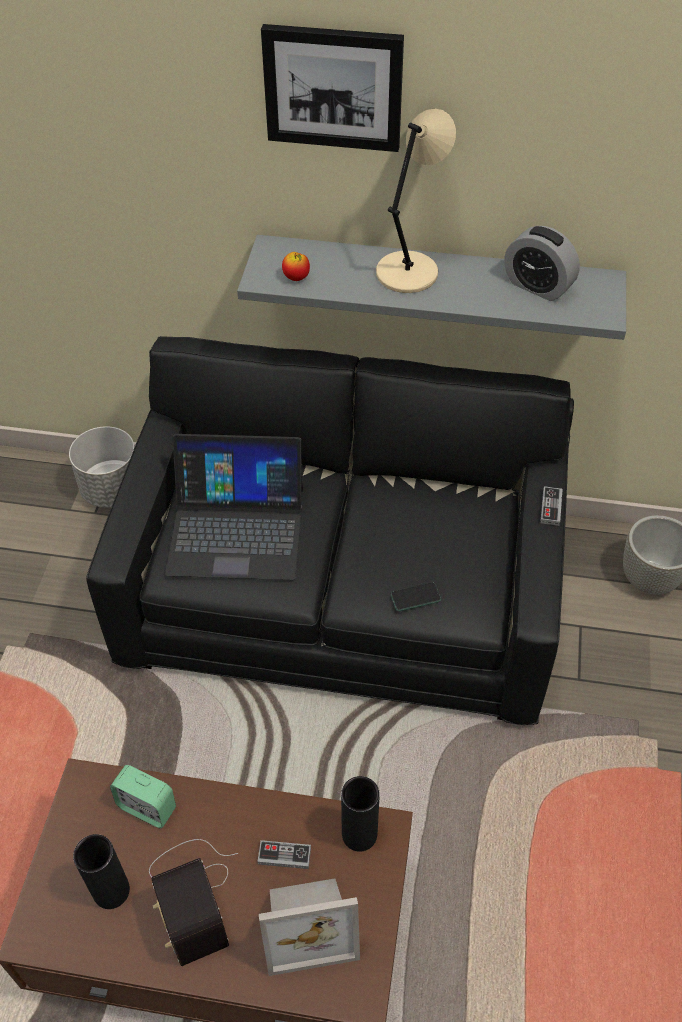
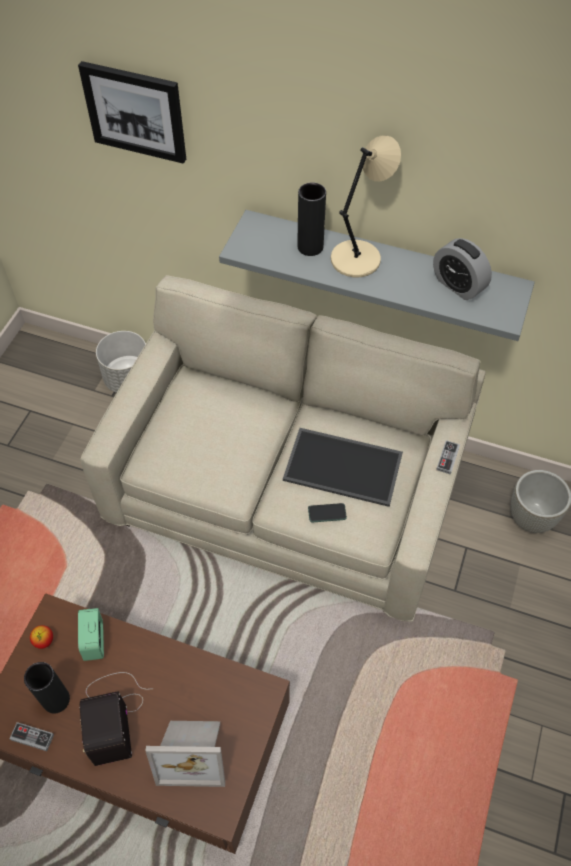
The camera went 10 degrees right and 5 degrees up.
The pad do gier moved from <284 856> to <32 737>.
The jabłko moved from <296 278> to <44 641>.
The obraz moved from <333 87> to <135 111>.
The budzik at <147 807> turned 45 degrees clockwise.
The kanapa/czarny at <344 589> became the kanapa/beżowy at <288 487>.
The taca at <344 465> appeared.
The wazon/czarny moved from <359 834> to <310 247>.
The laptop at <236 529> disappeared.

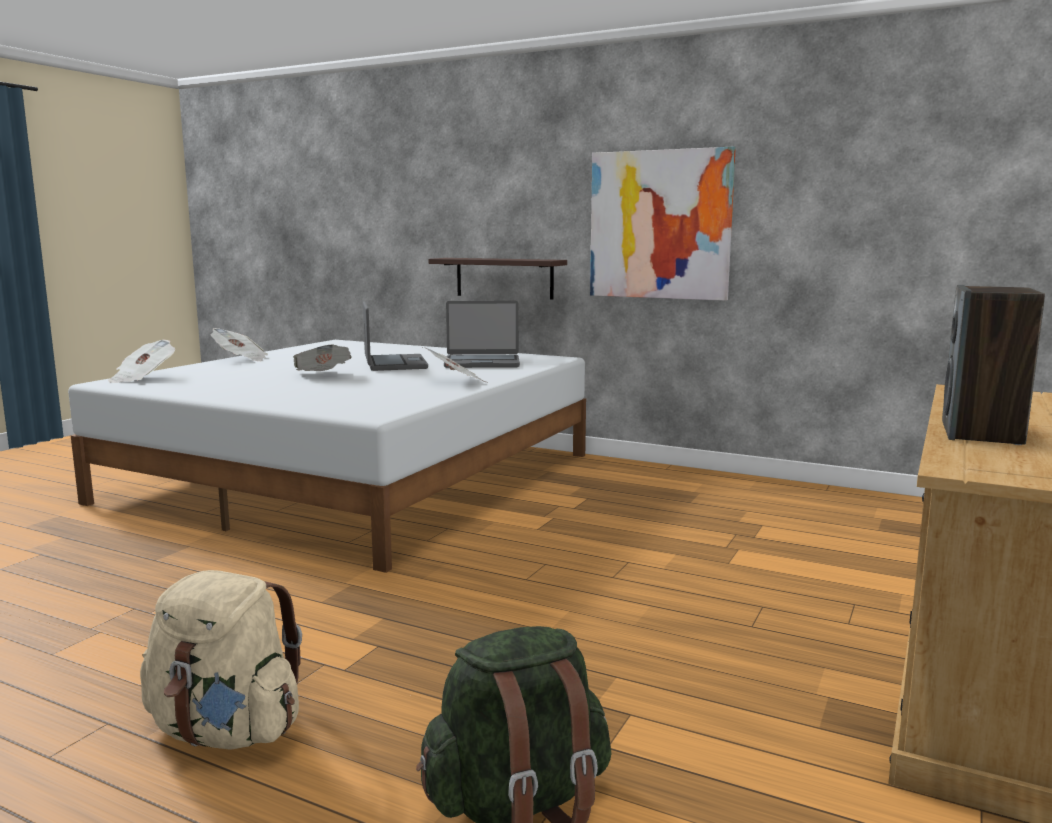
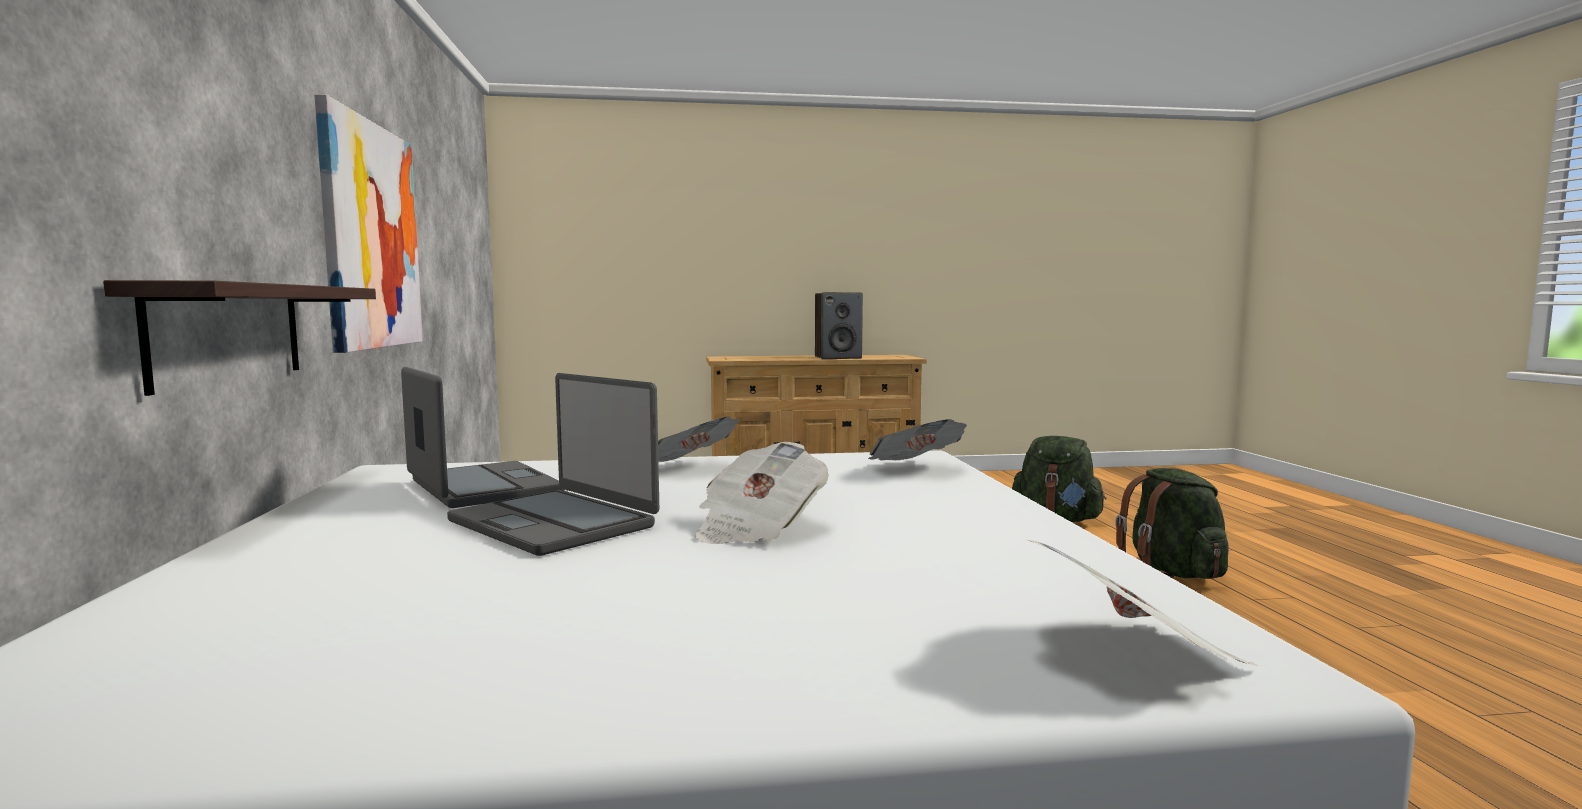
The camera went 125 degrees left and 5 degrees down.
The laptop at <394 364> turned 90 degrees counterclockwise.
The gazeta moved from <241 359> to <915 469>.
The plecak/beżowy at <227 731> became the plecak/zielony at <1172 572>.

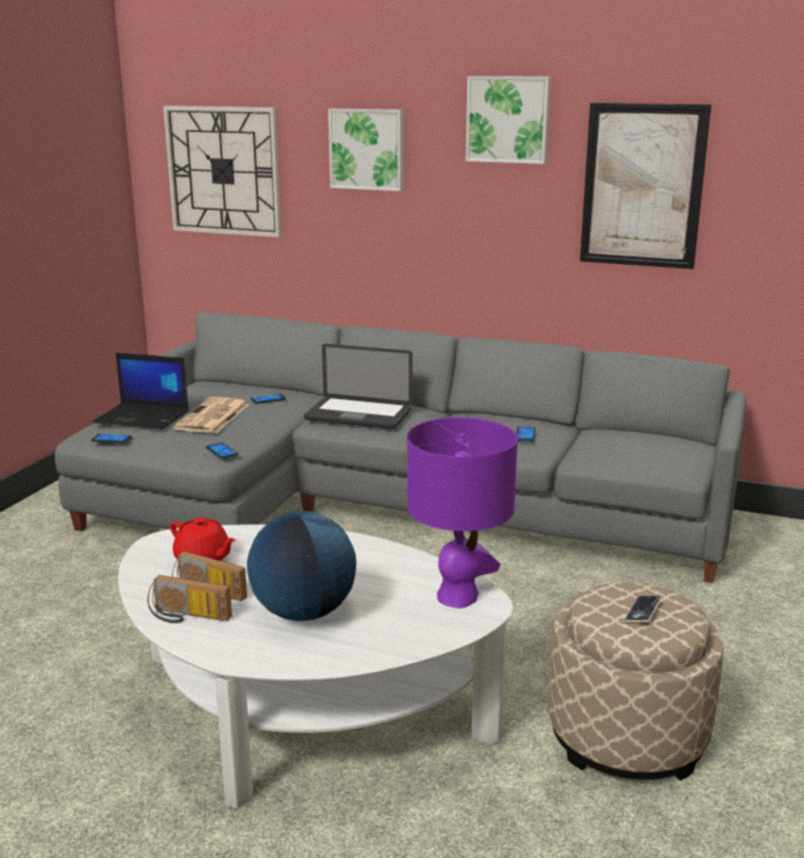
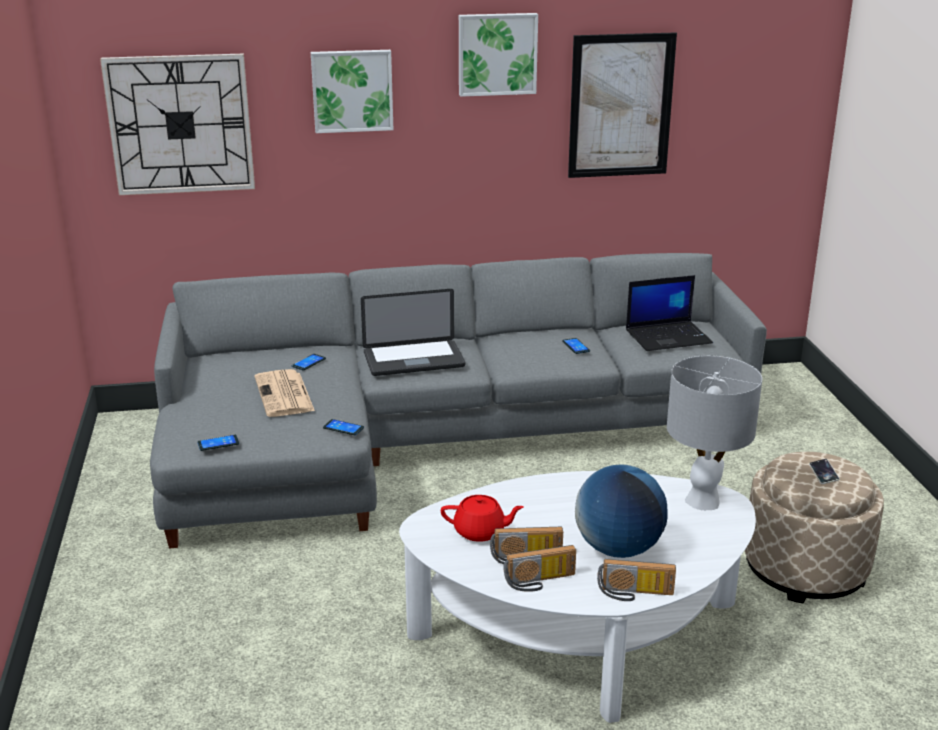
The camera went 30 degrees left and 5 degrees up.
The radio at <634 594> appeared.
The laptop moved from <143 417> to <669 336>.
The lampa stołowa/fioletowy at <458 596> became the lampa stołowa/szary at <703 500>.

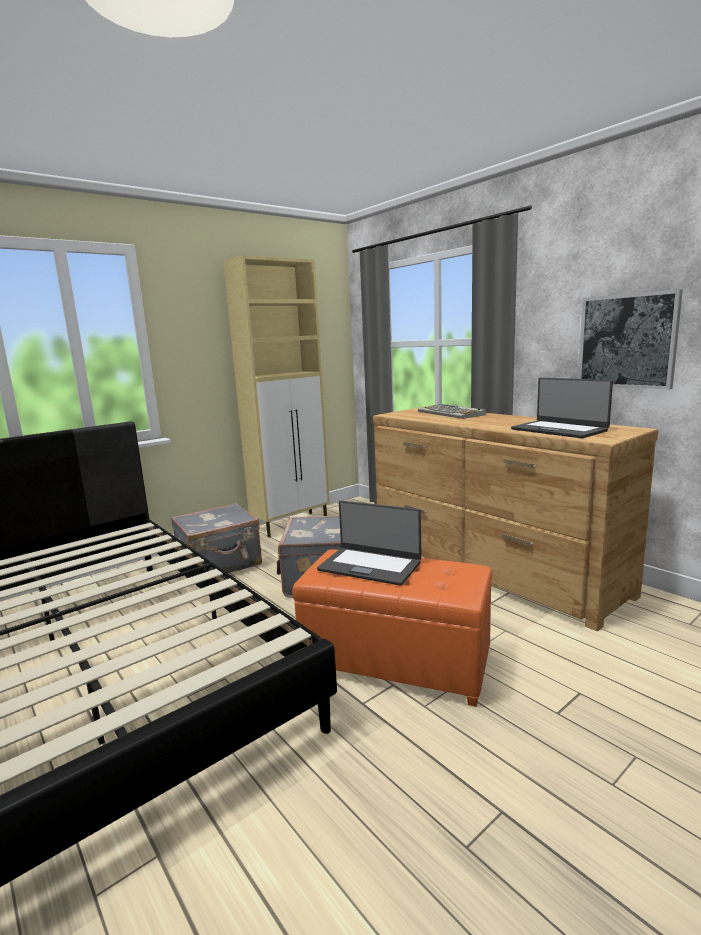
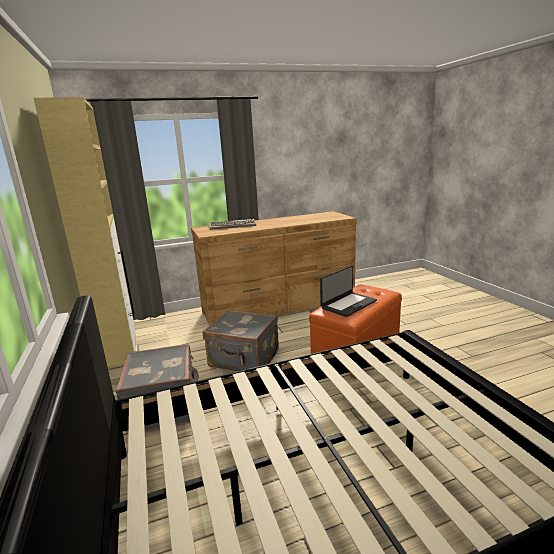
The camera went 70 degrees left and 5 degrees up.
The laptop at <559 430> disappeared.
The obraz at <627 341> disappeared.

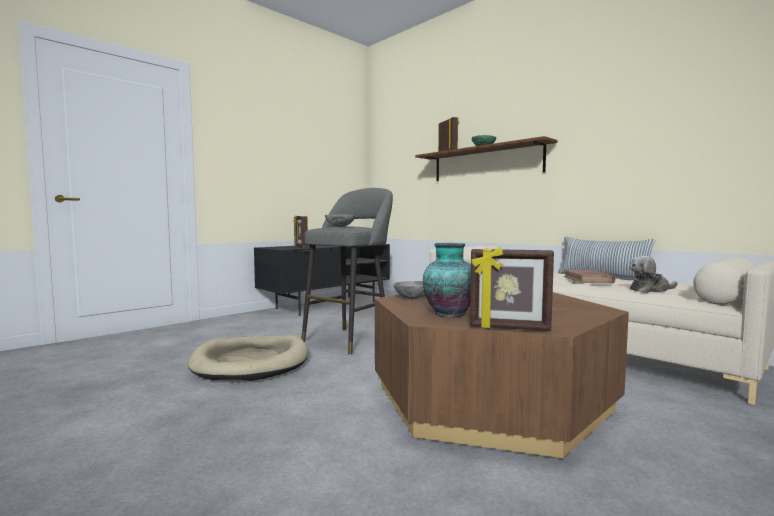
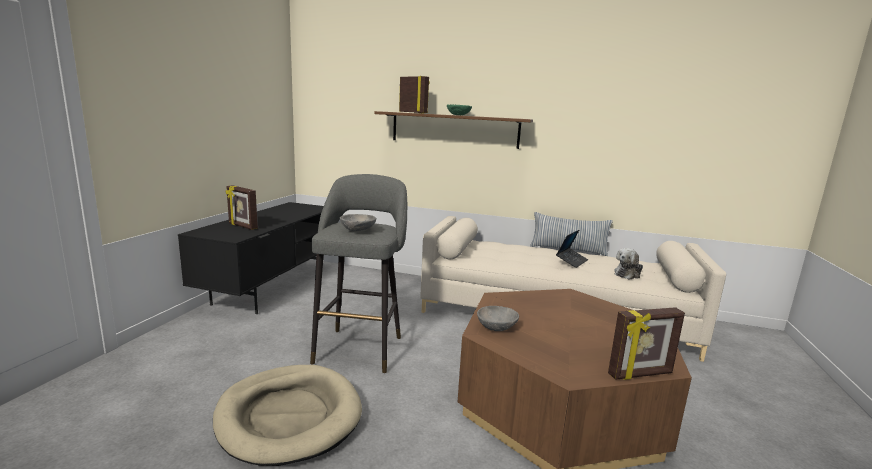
The camera went 30 degrees left and 10 degrees up.
The książka/brązowy at <587 280> was replaced by the laptop at <571 261>.
The wazon at <448 314> disappeared.

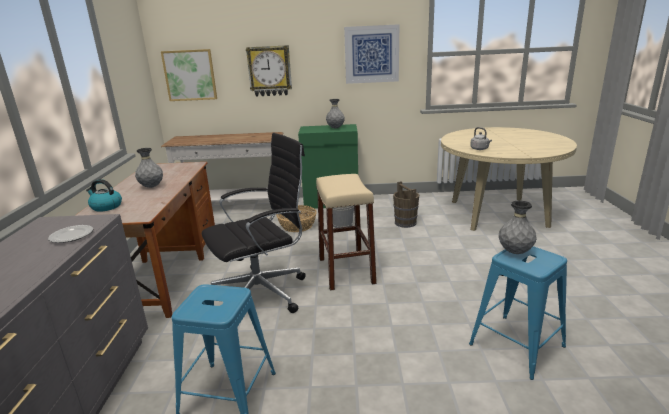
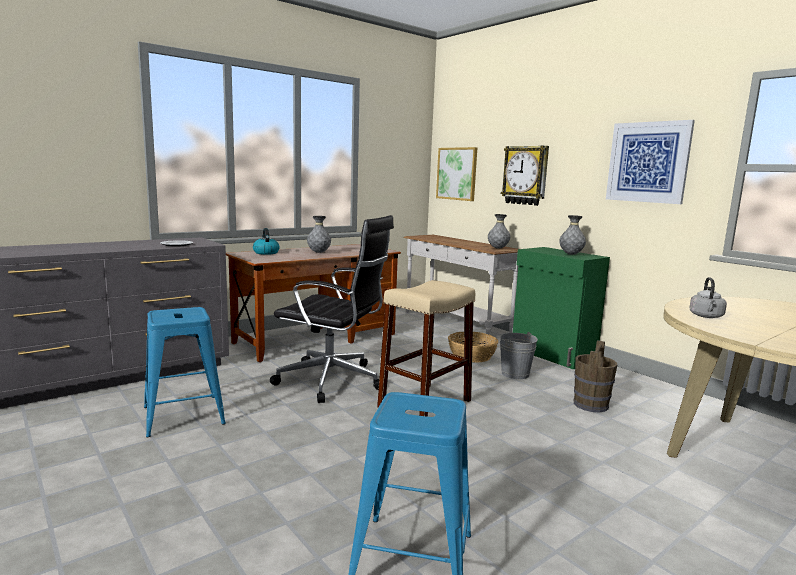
The camera went 50 degrees right and 10 degrees down.
The wazon/szary moved from <515 252> to <498 248>.

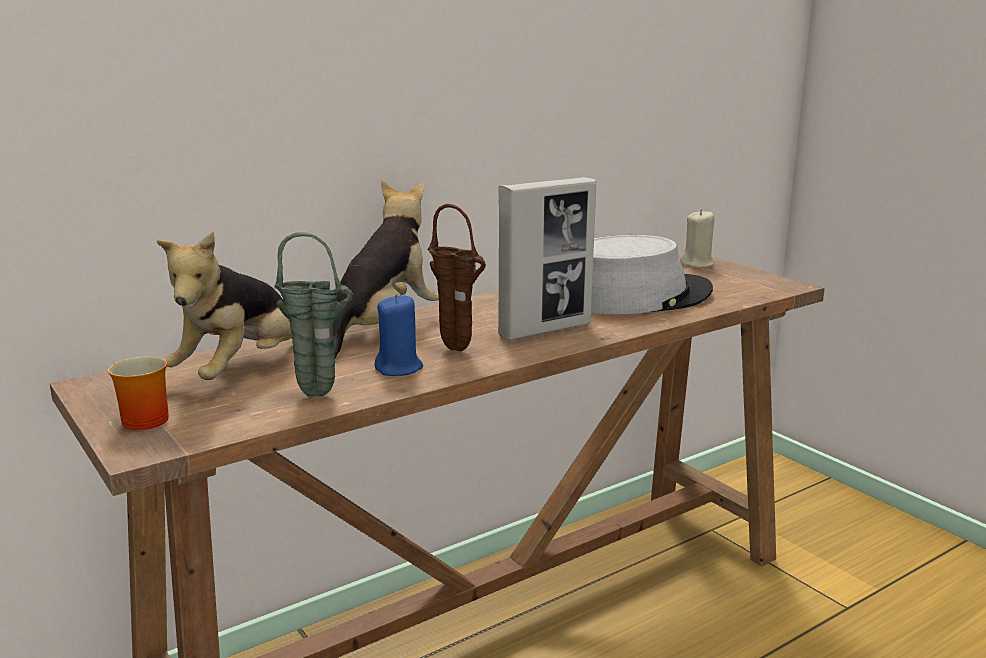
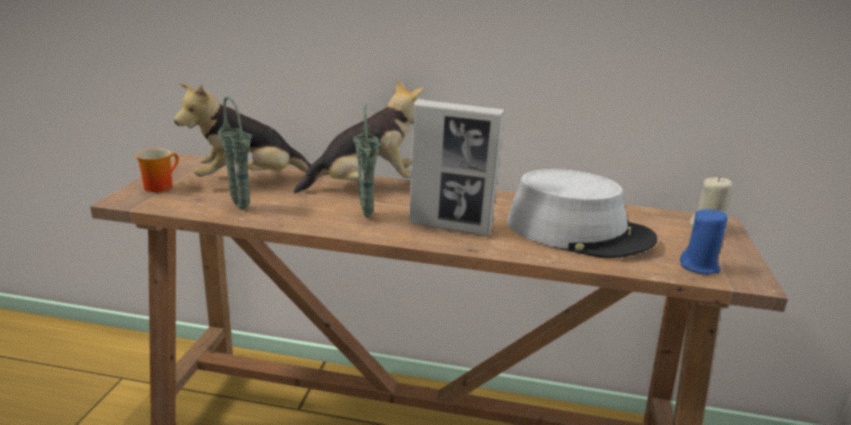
The camera went 45 degrees right and 5 degrees up.
The wazon/brązowy at <459 351> became the wazon/zielony at <367 217>.
The świeca/niebieski moved from <399 368> to <699 266>.

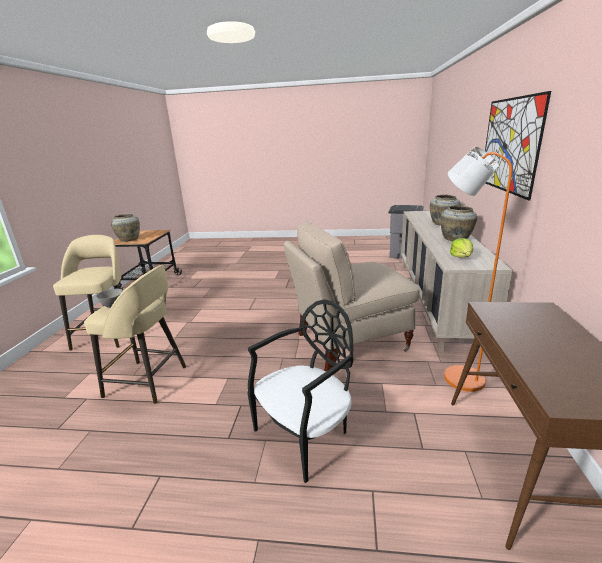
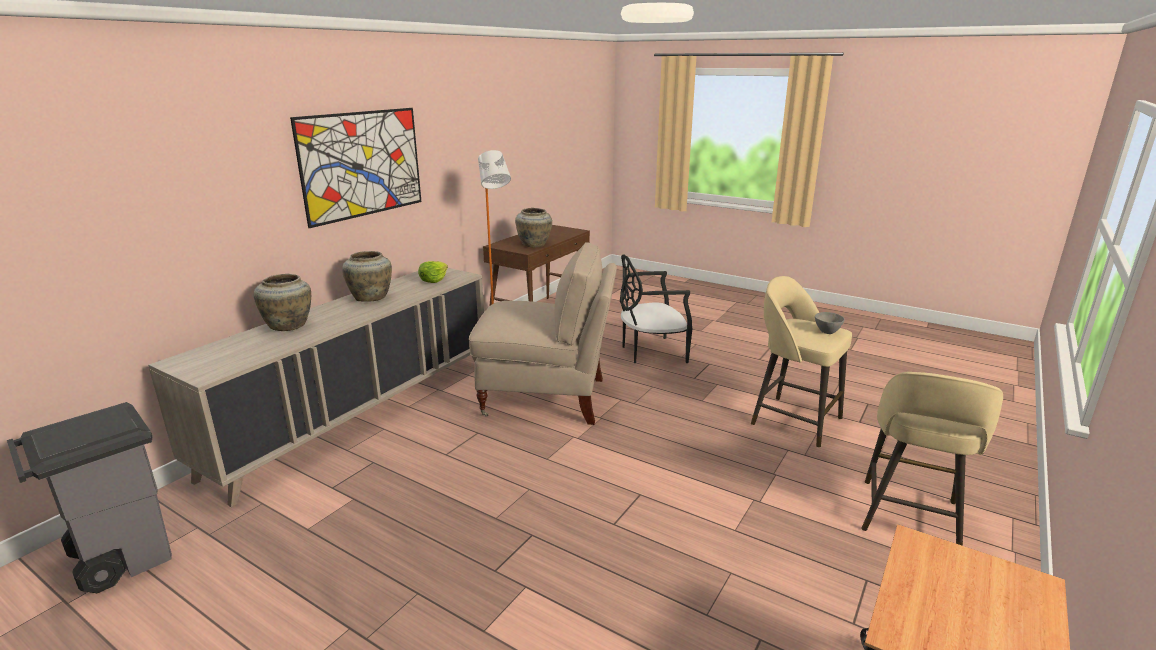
The camera went 155 degrees left and 0 degrees up.
The wazon/beżowy moved from <129 240> to <534 245>.

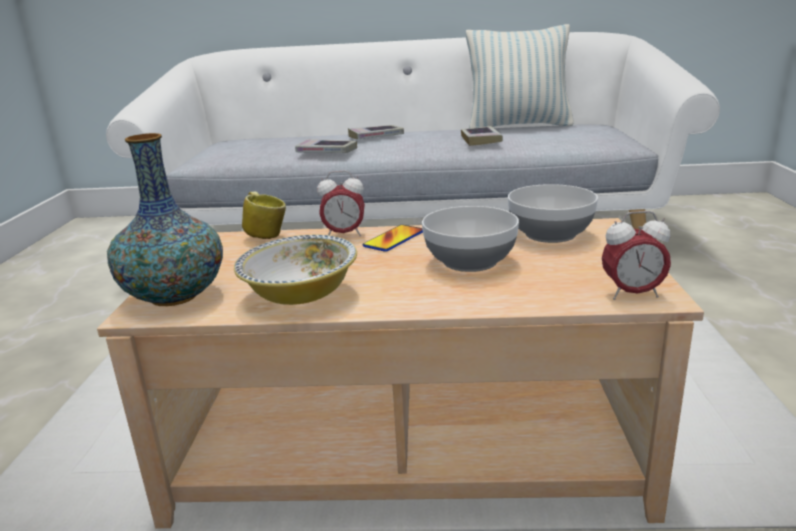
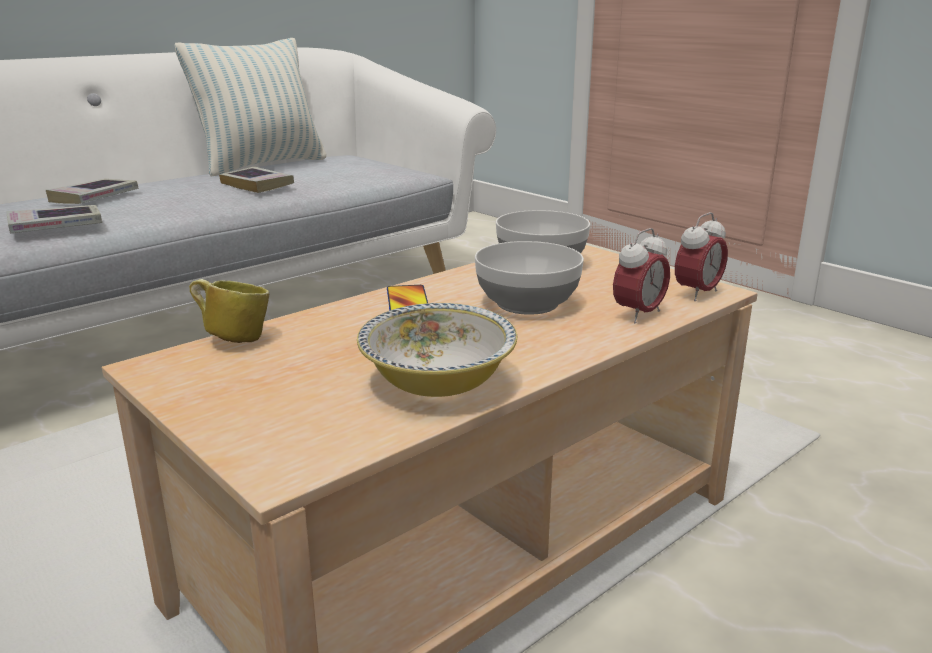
The camera went 45 degrees left and 0 degrees up.
The budzik moved from <344 235> to <638 315>.
The wazon at <174 296> disappeared.

